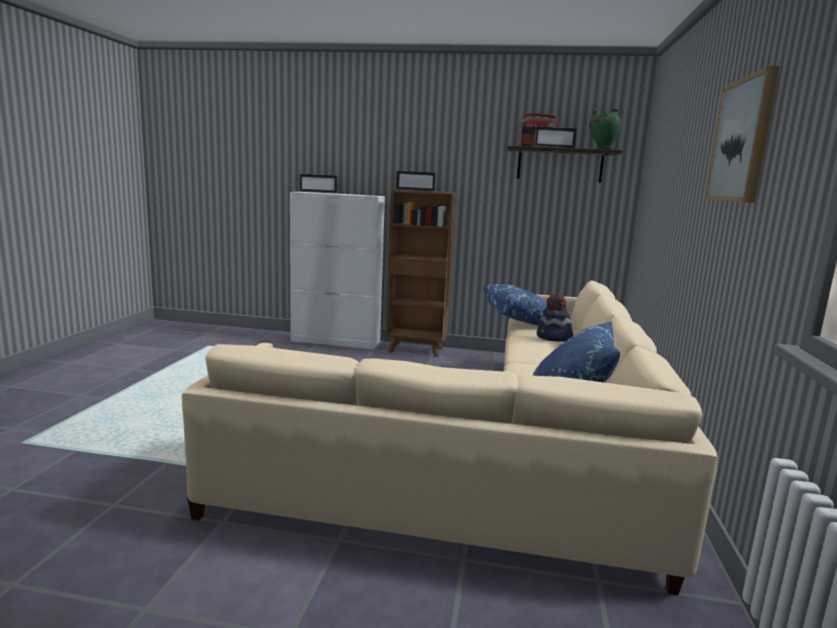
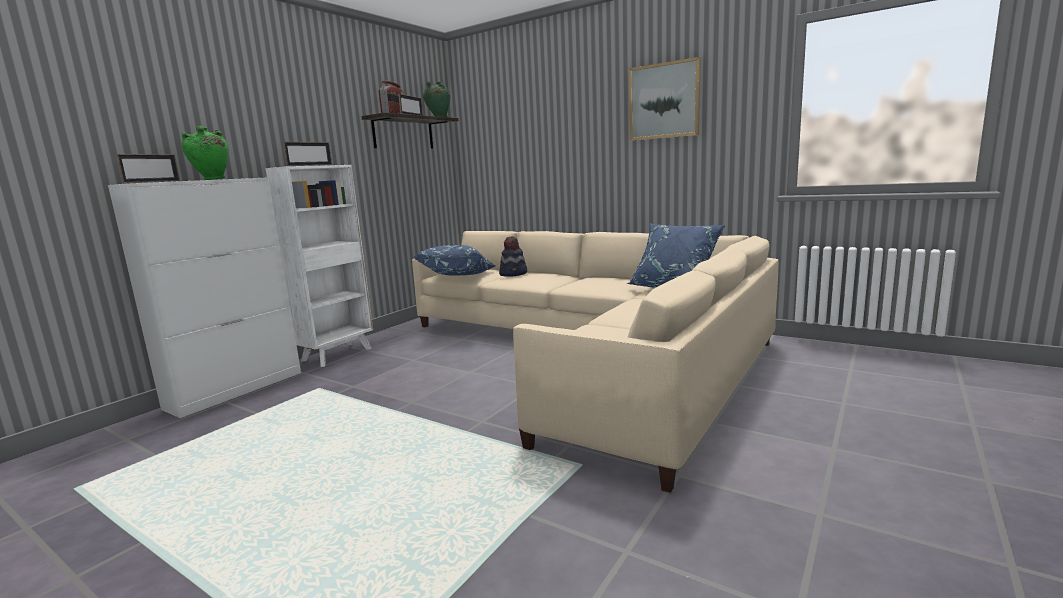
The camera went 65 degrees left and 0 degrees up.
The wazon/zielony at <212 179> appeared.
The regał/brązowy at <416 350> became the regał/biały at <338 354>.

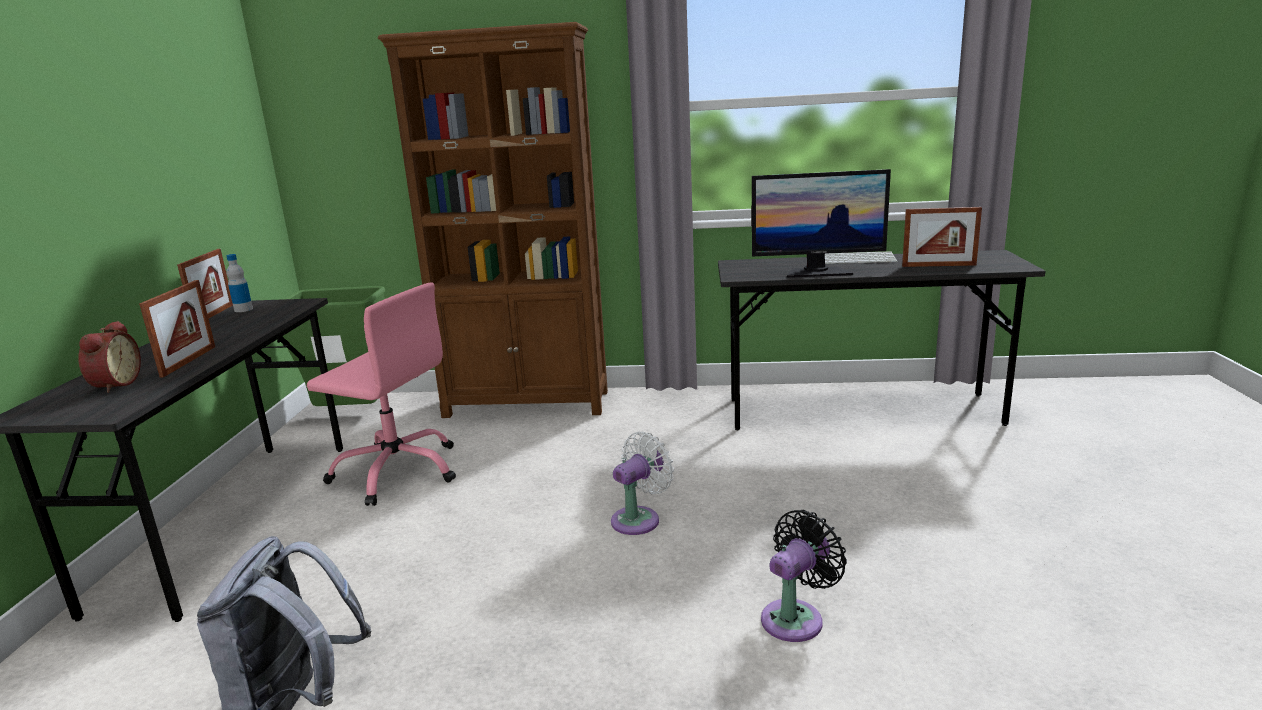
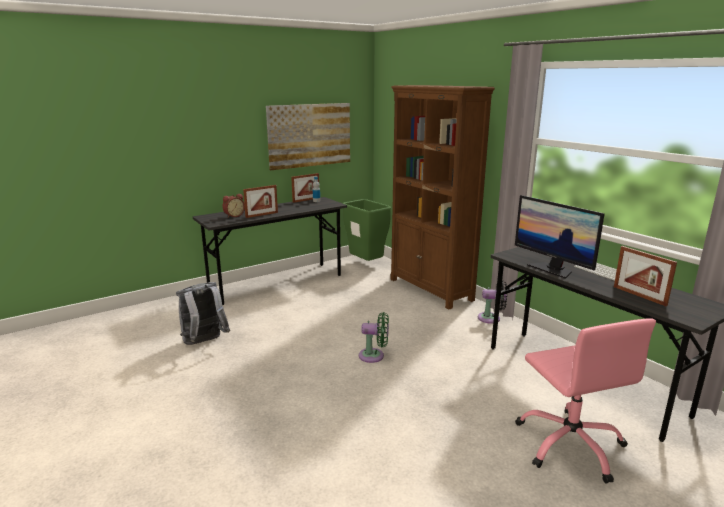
The camera went 50 degrees right and 0 degrees up.
The obraz at <310 135> appeared.
The wentylator/biały at <639 519> became the wentylator/zielony at <374 356>.
The wentylator/czarny moved from <796 617> to <491 318>.
The krzesło biurowe/różowy moved from <397 471> to <570 444>.

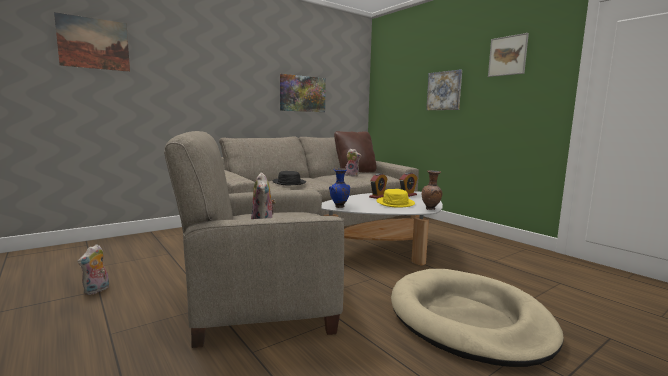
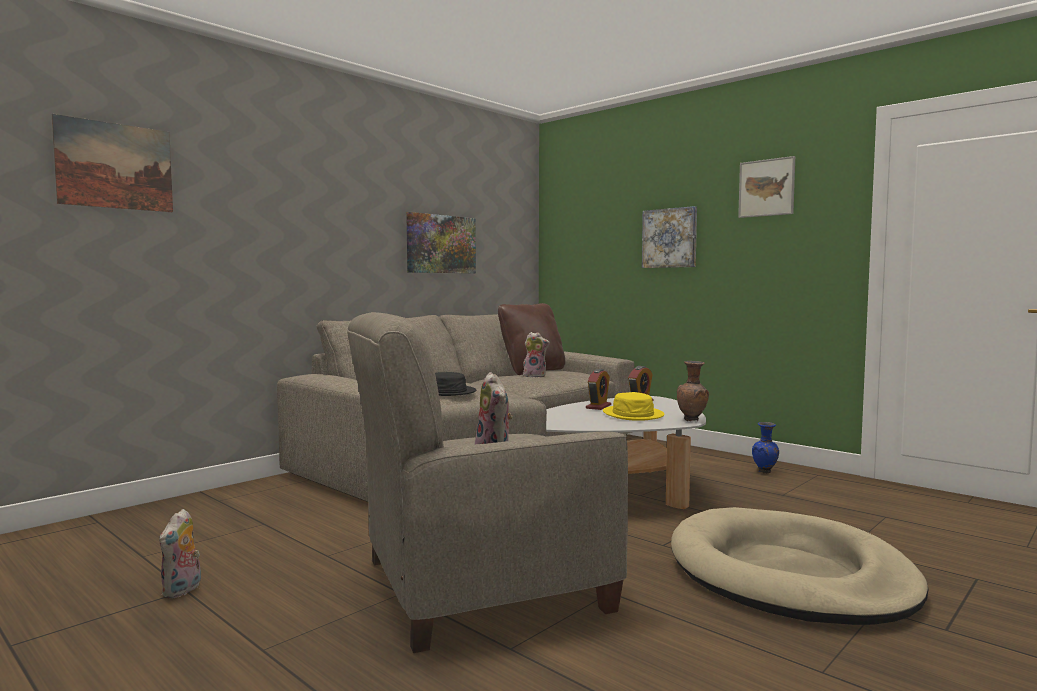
The camera went 10 degrees left and 5 degrees down.
The wazon/niebieski moved from <339 207> to <765 472>.

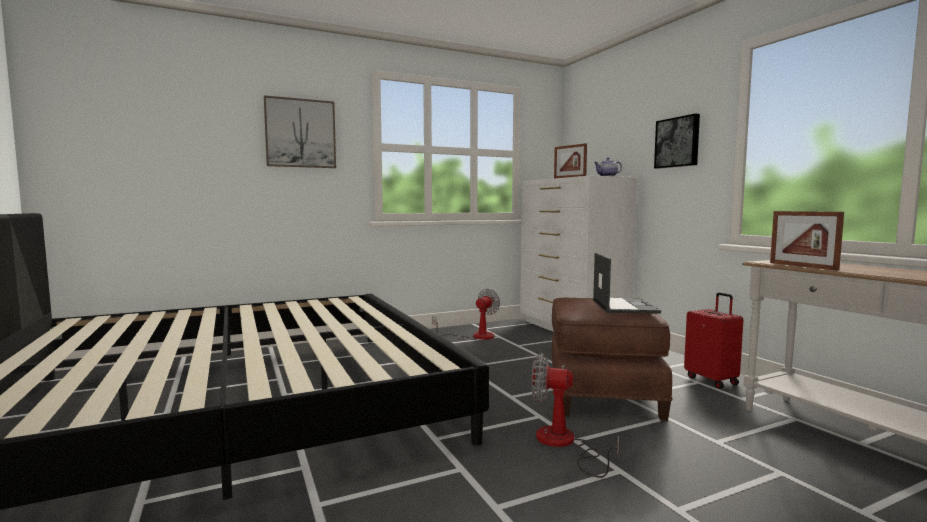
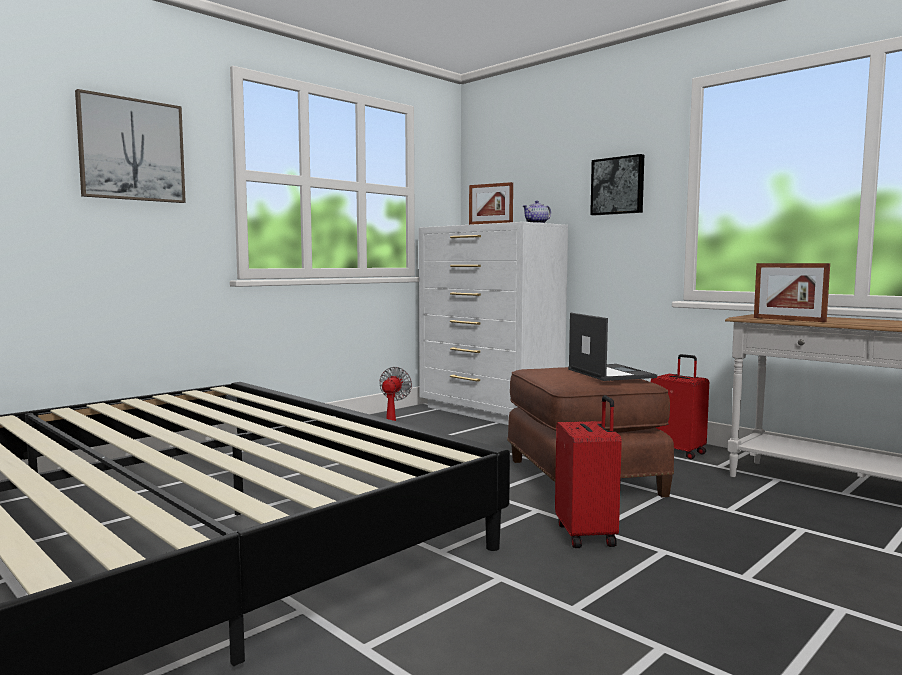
The camera went 20 degrees left and 0 degrees up.
The wentylator at <563 444> was replaced by the walizka/czerwony at <587 535>.

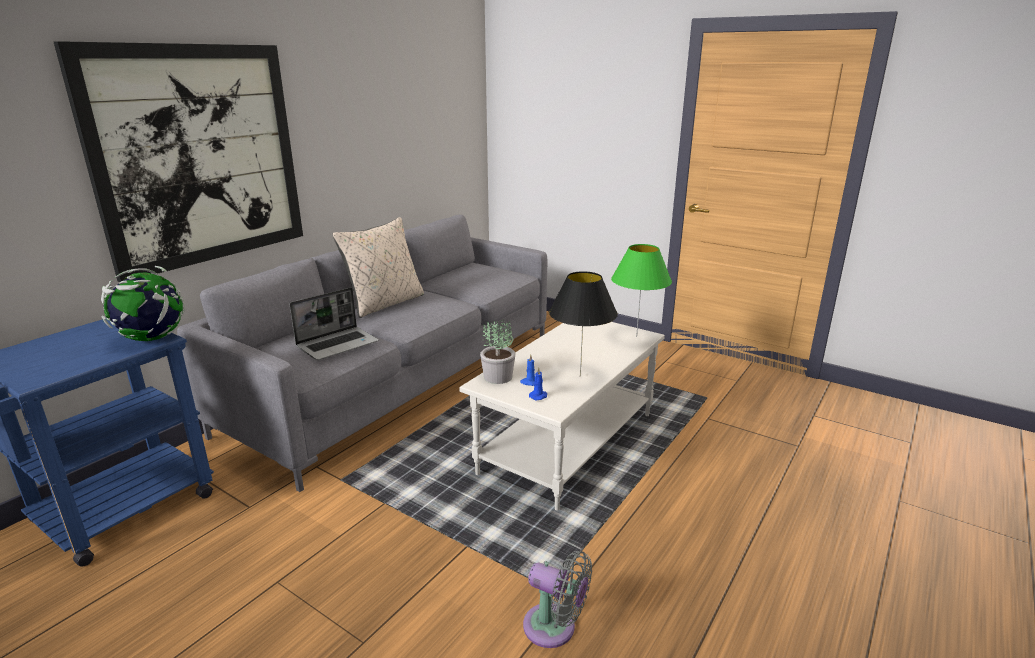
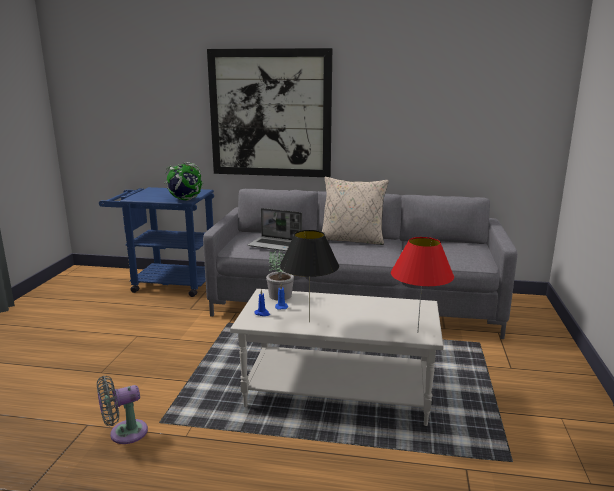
The camera went 65 degrees right and 5 degrees down.
The wentylator/szary at <554 628> turned 60 degrees clockwise.
The lampa stołowa/zielony at <636 337> became the lampa stołowa/czerwony at <417 332>.

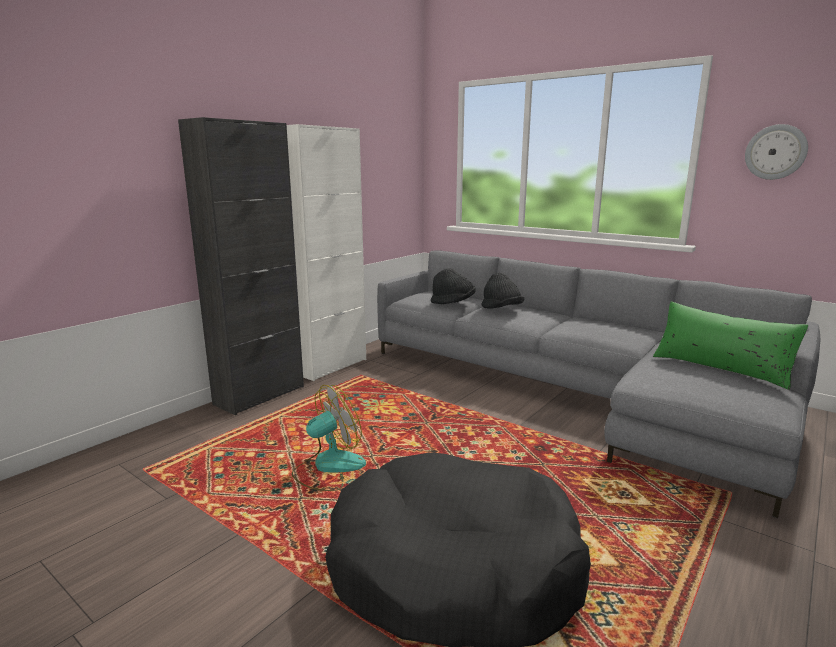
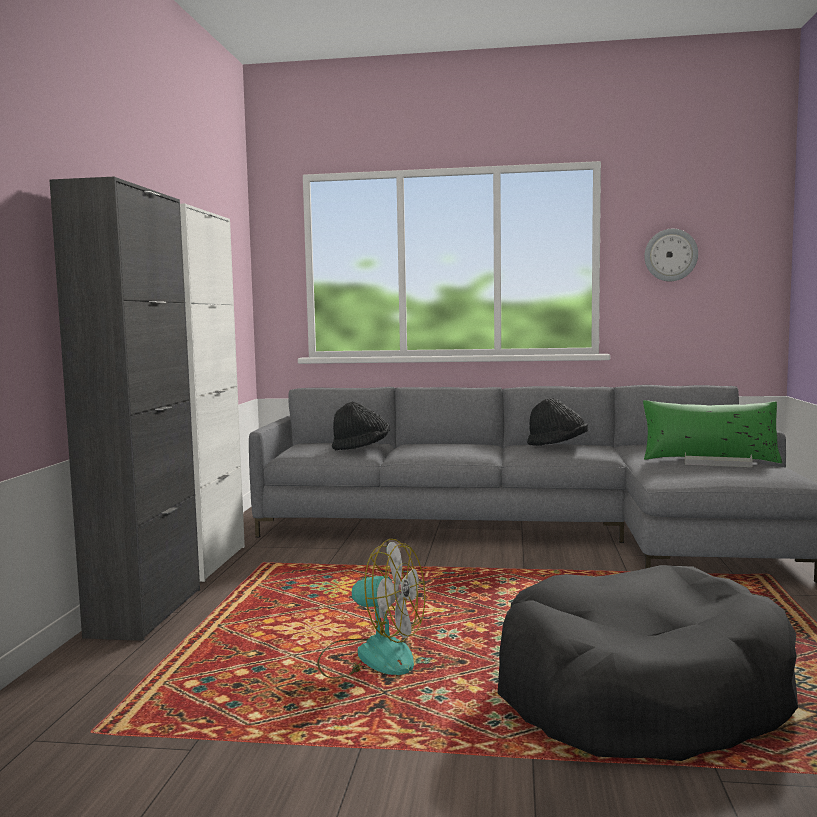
The camera went 30 degrees left and 10 degrees down.
The wentylator at <328 467> turned 90 degrees clockwise.
The kapelusz/czarny moved from <501 310> to <557 446>.
The taca/szary at <717 464> appeared.

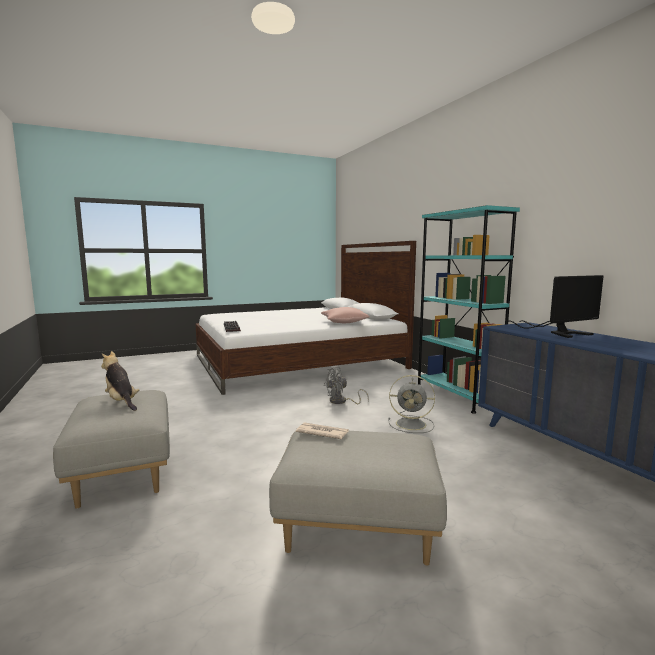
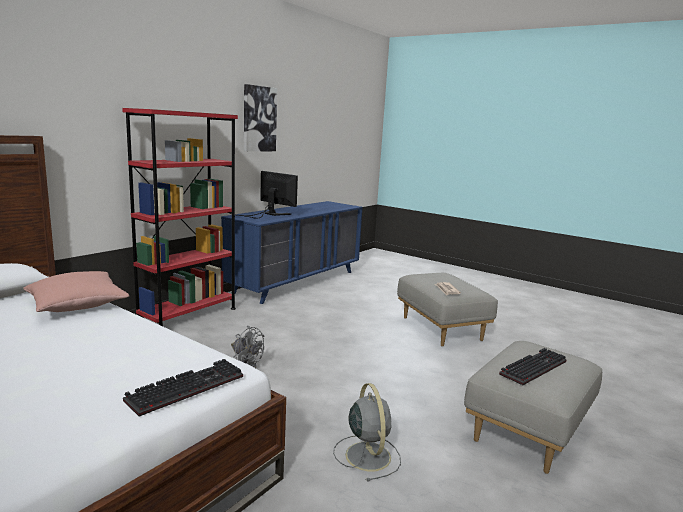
The camera went 120 degrees left and 5 degrees up.
The regał/turkusowy at <456 396> became the regał/czerwony at <188 315>.
The obraz at <259 119> appeared.
The wentylator/szary moved from <412 424> to <367 455>.
The pluszak at <121 402> was replaced by the klawiatura at <532 367>.

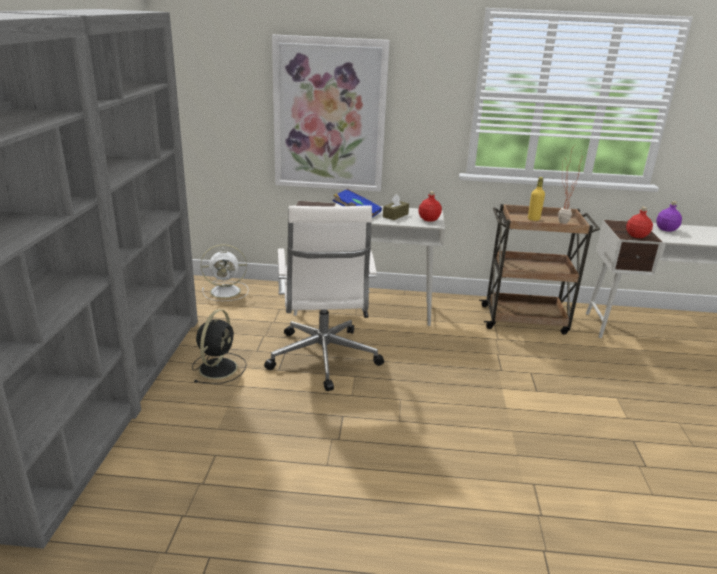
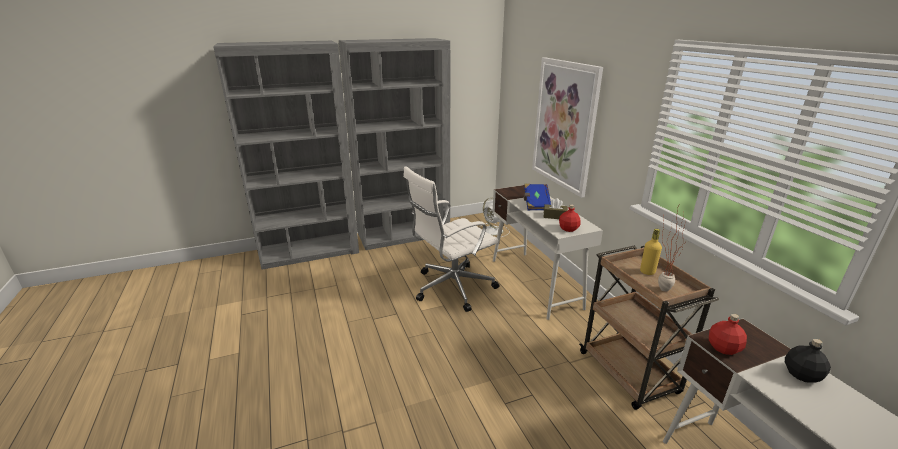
The camera went 65 degrees right and 0 degrees up.
The butelka/fioletowy at <666 229> became the butelka/czarny at <801 375>.
The wentylator/czarny at <219 367> disappeared.

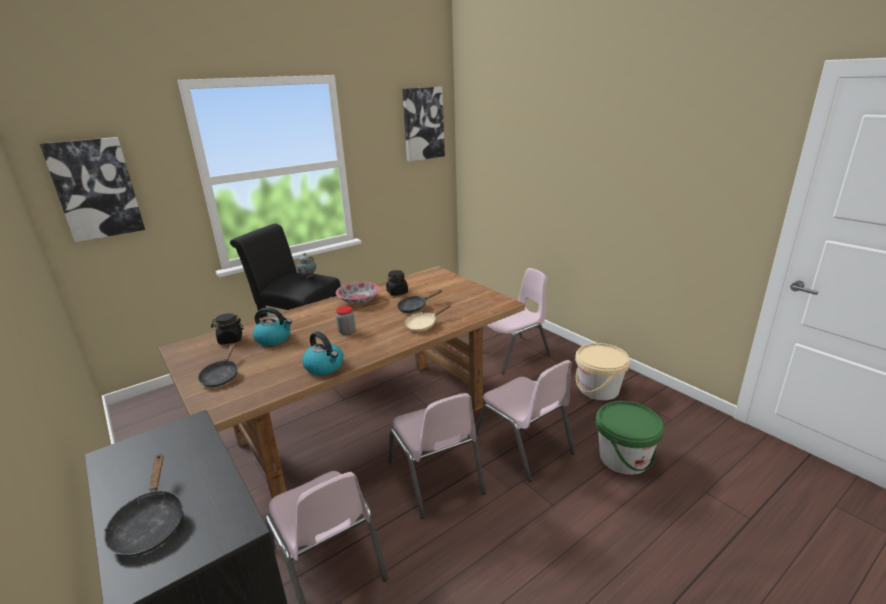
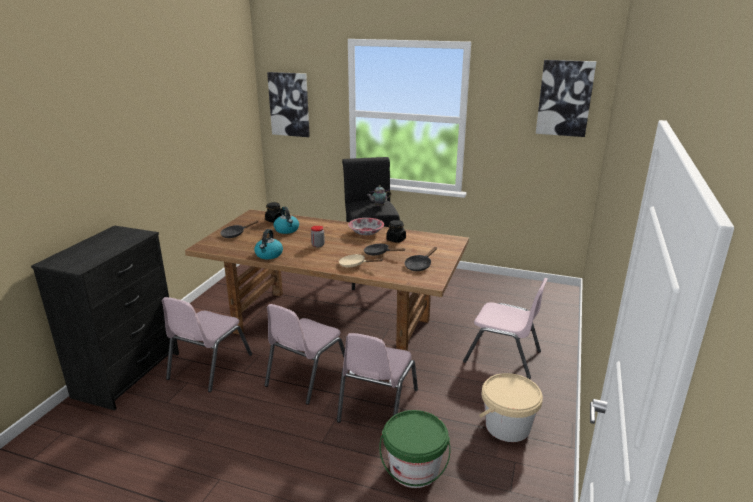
The camera went 55 degrees right and 0 degrees up.
The patelnia/czarny moved from <150 524> to <419 265>.

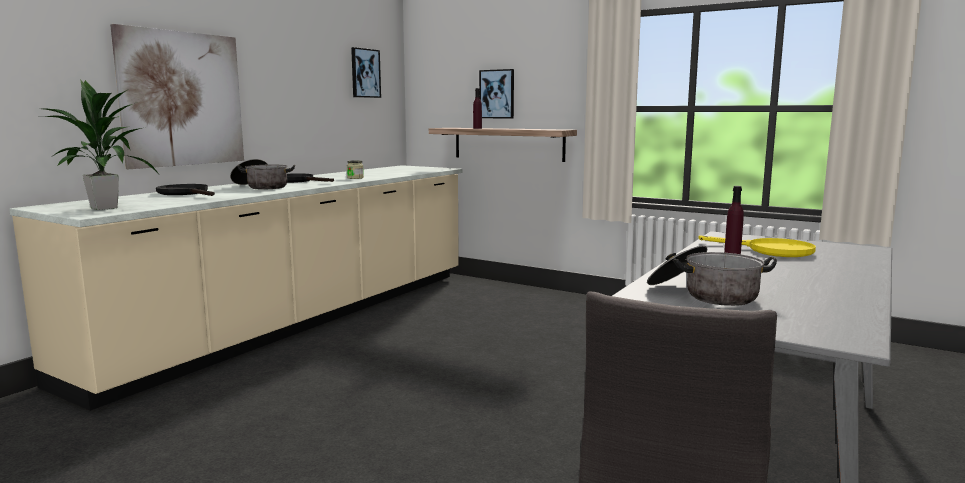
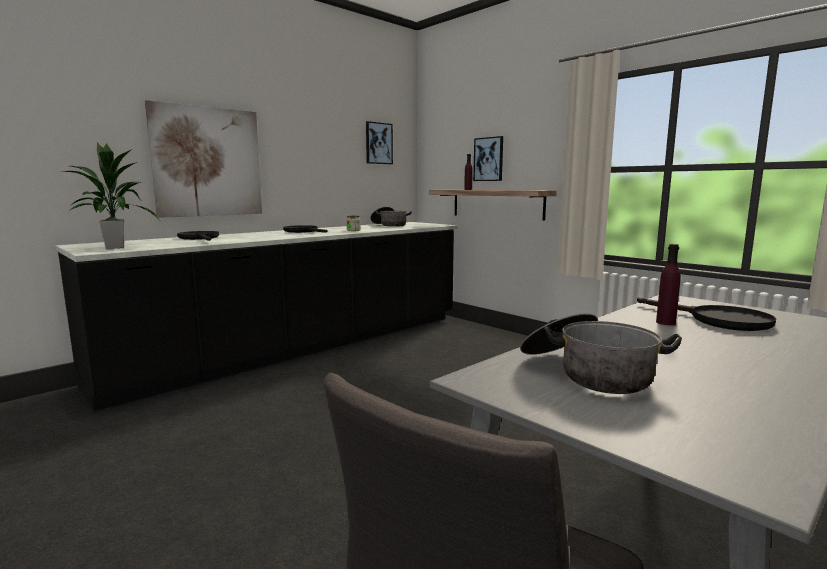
The camera went 15 degrees right and 0 degrees up.
The zabudowa kuchenna/beżowy at <301 319> became the zabudowa kuchenna/czarny at <303 347>.
The garnek moved from <261 187> to <389 225>.
The patelnia/żółty at <770 250> became the patelnia/czarny at <718 320>.

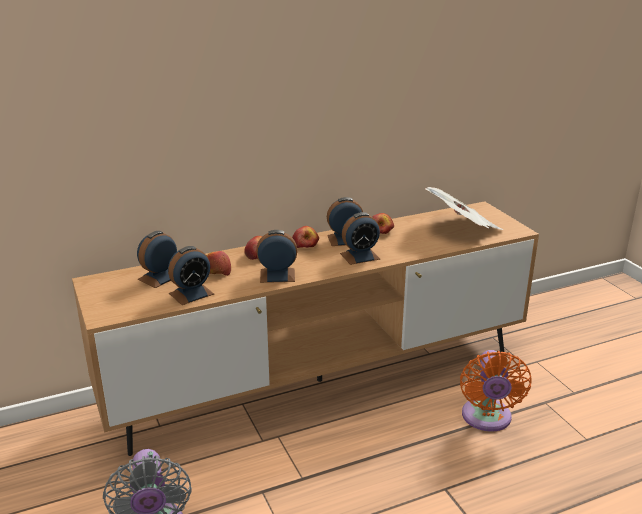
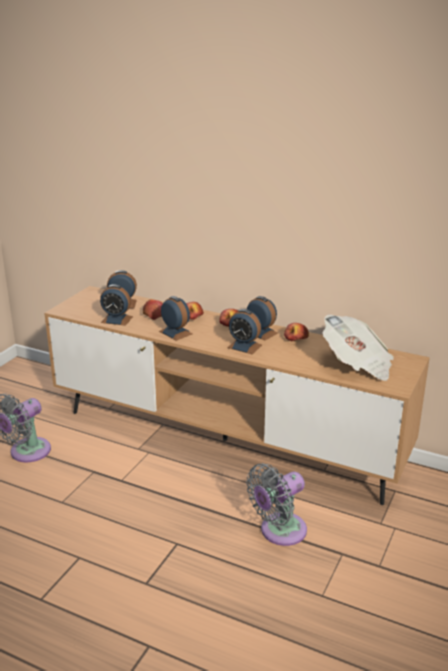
The camera went 50 degrees right and 0 degrees up.
The wentylator/pomarańczowy at <487 419> became the wentylator/szary at <279 531>.

